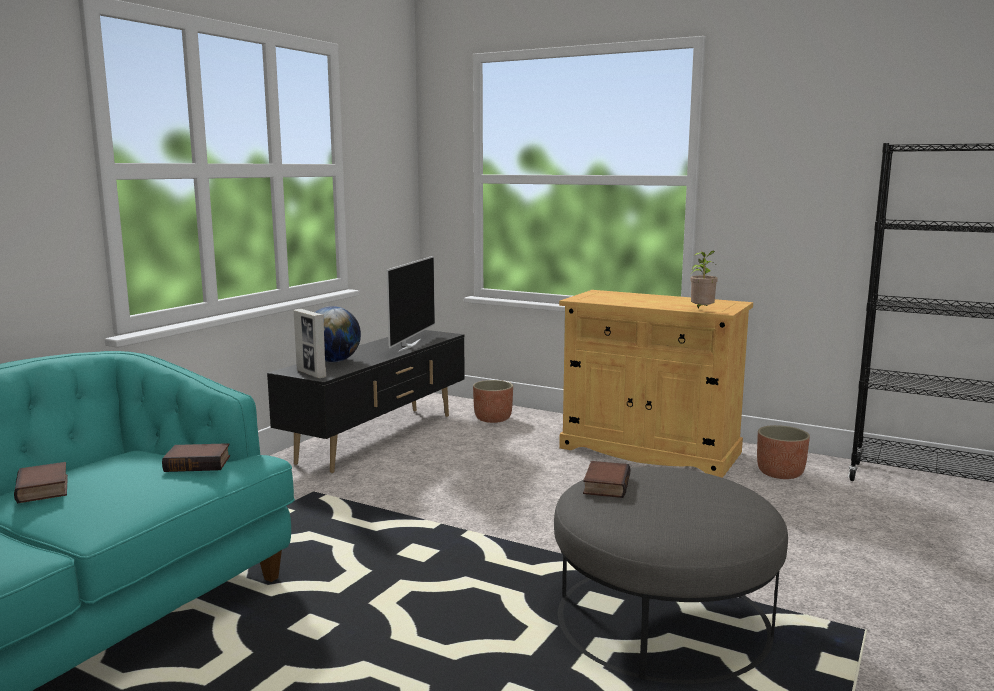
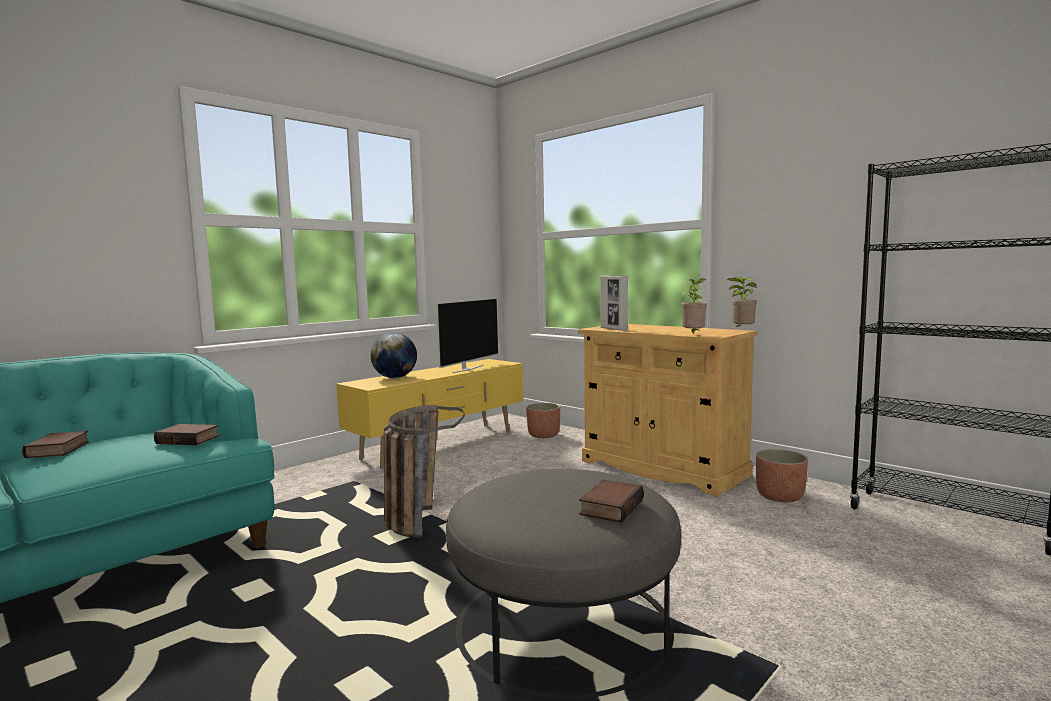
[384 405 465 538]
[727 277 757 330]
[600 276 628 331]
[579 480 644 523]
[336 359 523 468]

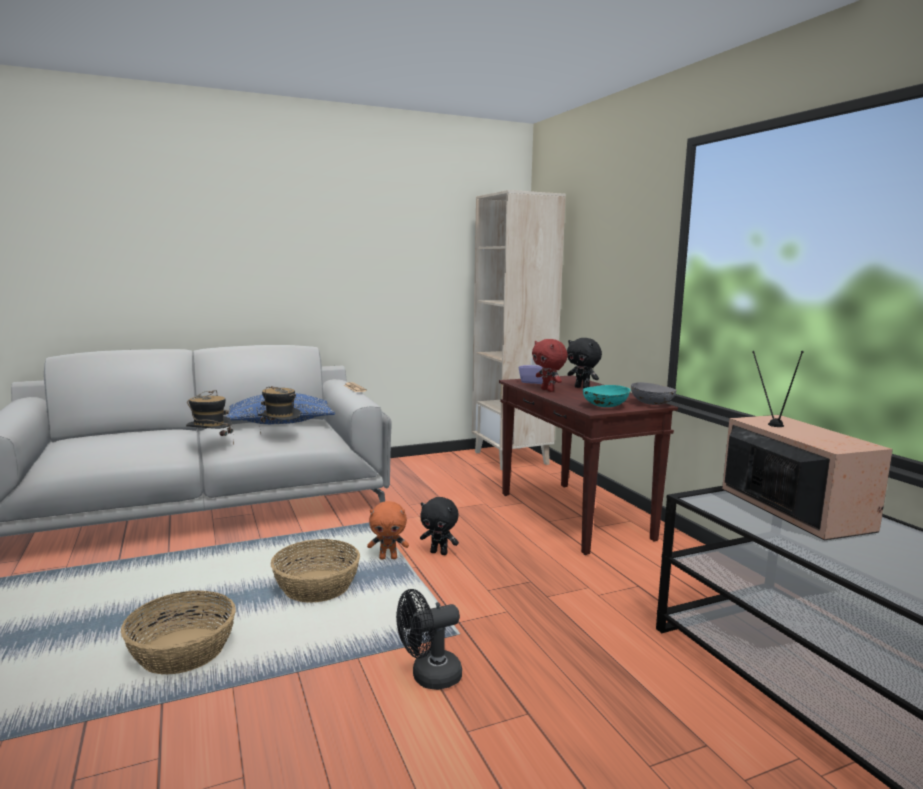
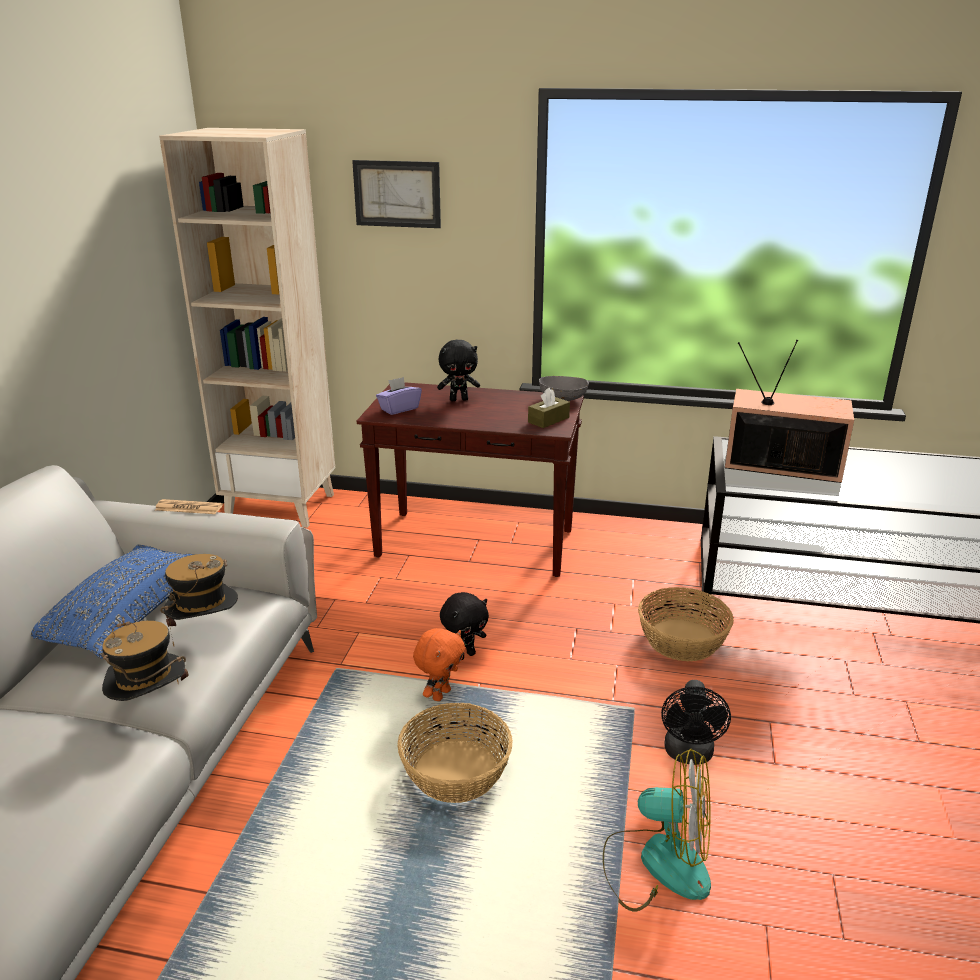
[532 339 568 392] (first image)
[352 160 441 228]
[603 748 711 911]
[638 587 734 661]
[528 388 570 428]

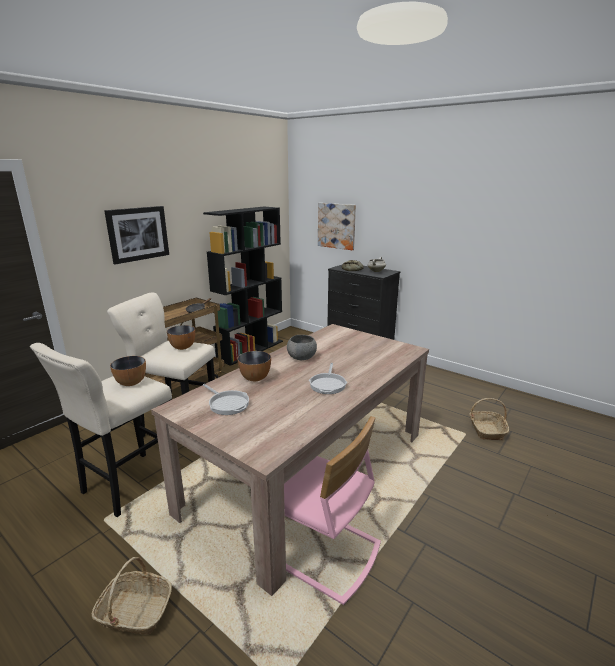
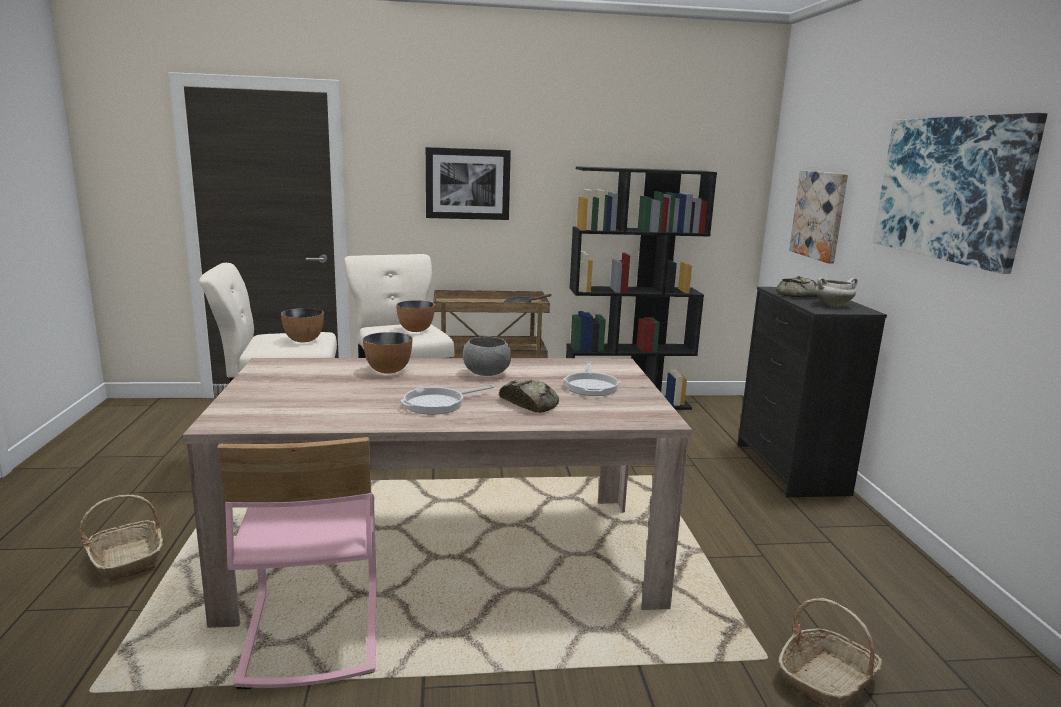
[499 379 559 413]
[872 113 1047 274]
[563 362 621 396]

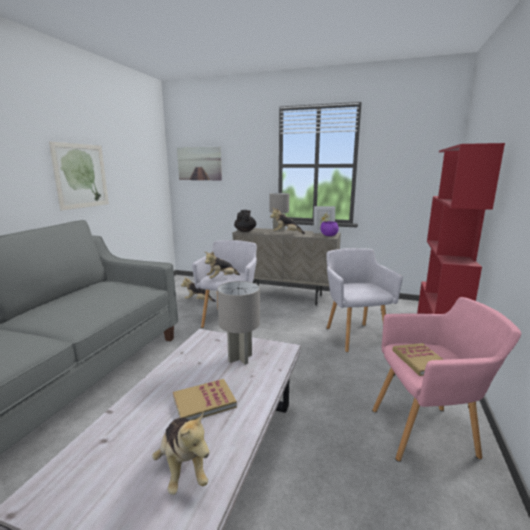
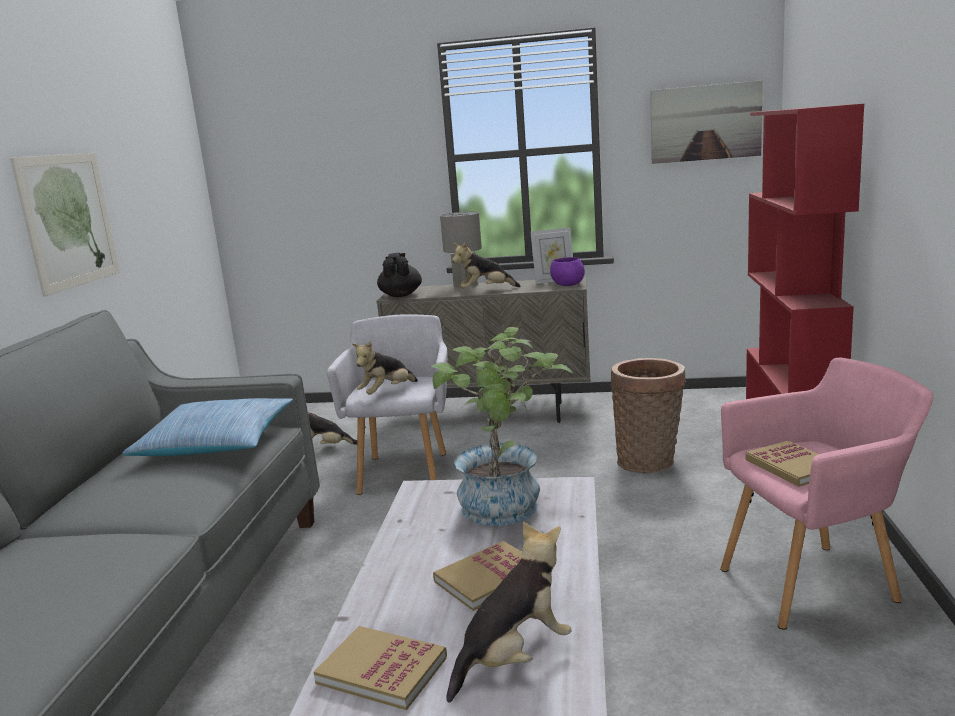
[122 398 293 456]
[314 626 447 710]
[650 80 763 164]
[429 327 573 526]
[611 358 686 473]
[446 521 572 703]

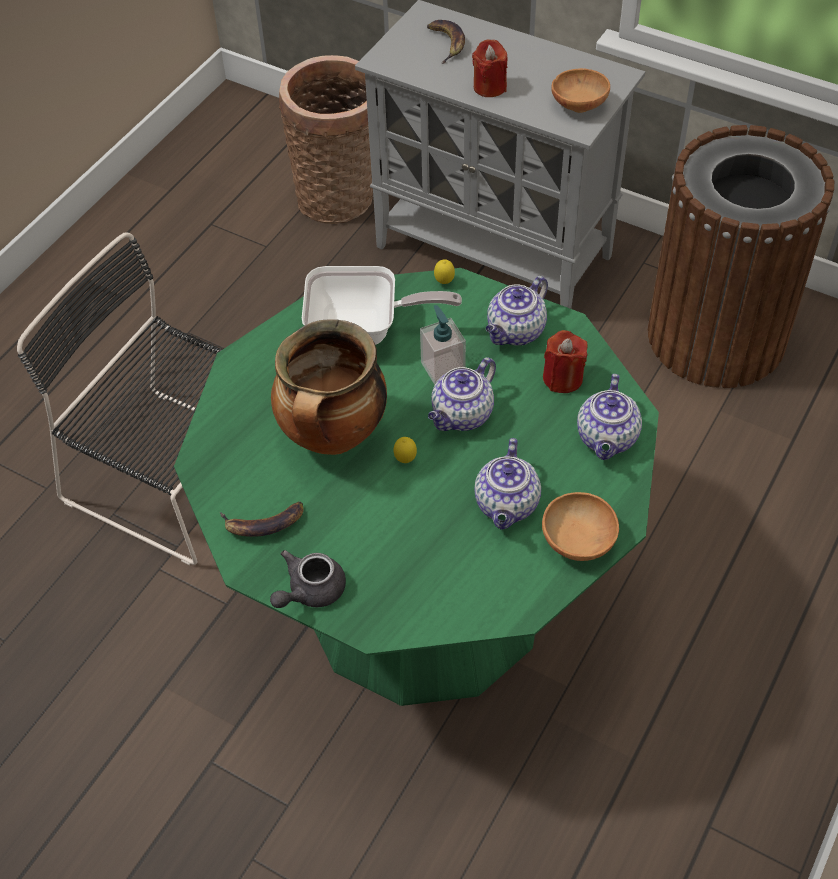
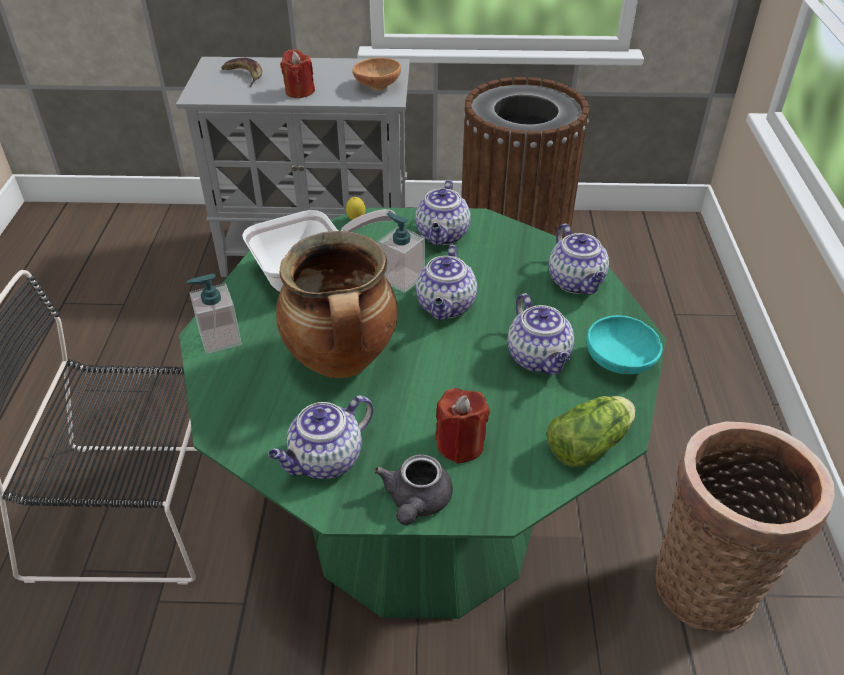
[393 437 417 463] (first image)
[186 273 242 354]
[547 396 635 467]
[656 422 835 632]
[435 388 490 464]
[268 396 373 479]
[586 315 663 374]

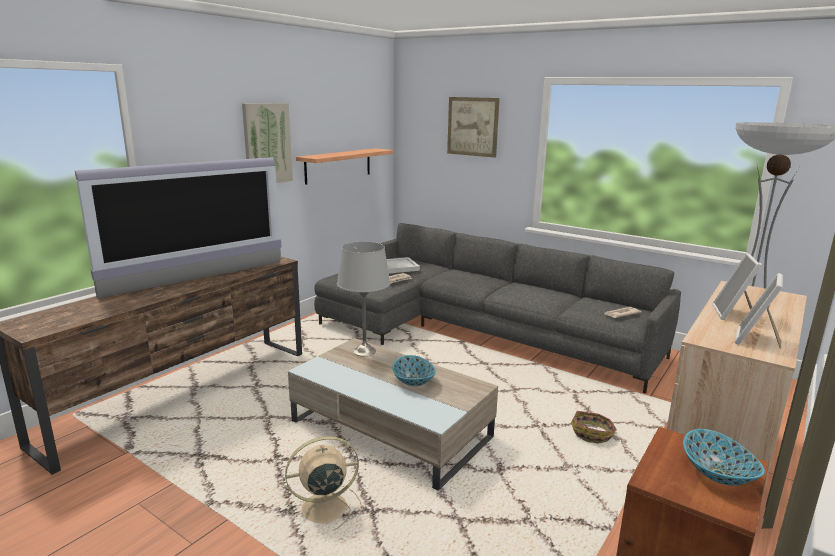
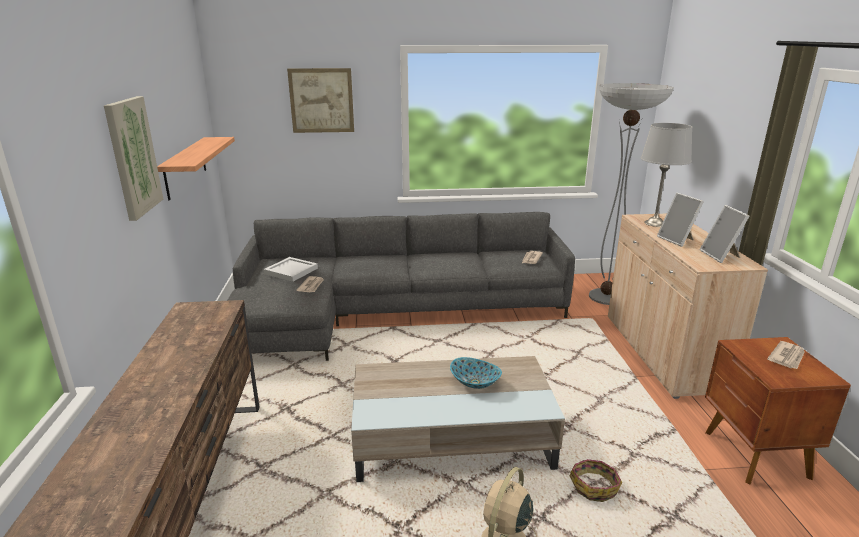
[75 157 281 299] (first image)
[641 123 692 227]
[570 459 622 502]
[767 341 805 369]

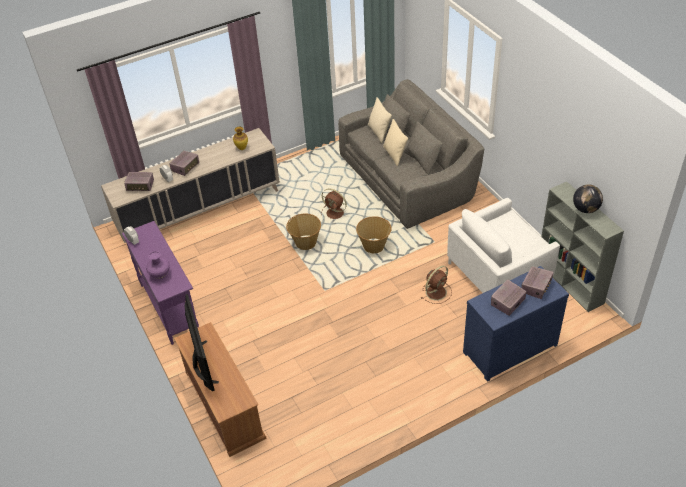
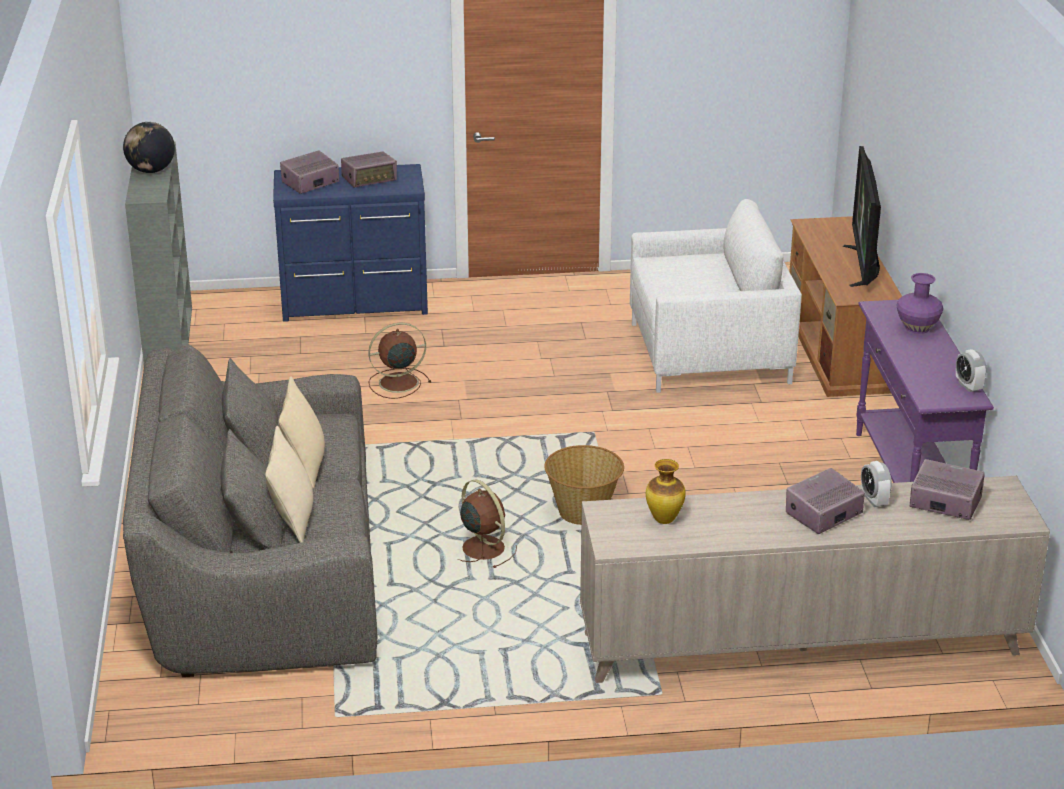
[356 216 392 253] (first image)
[630 199 802 393]

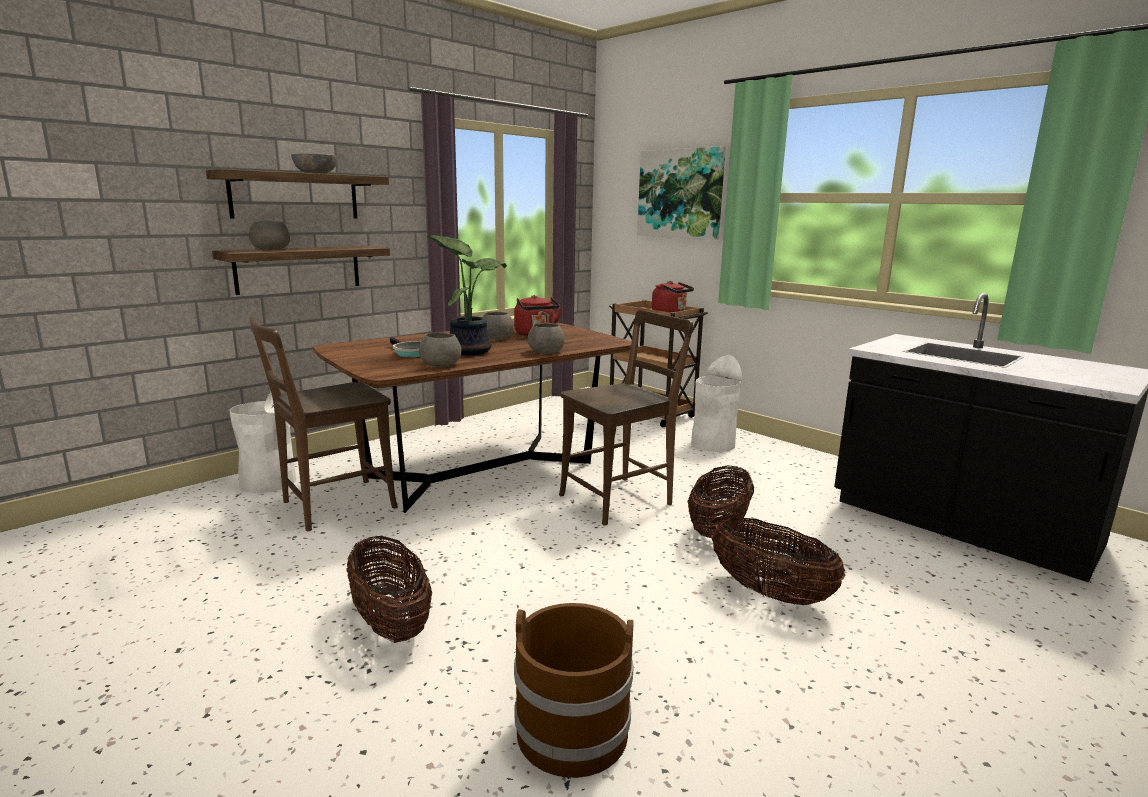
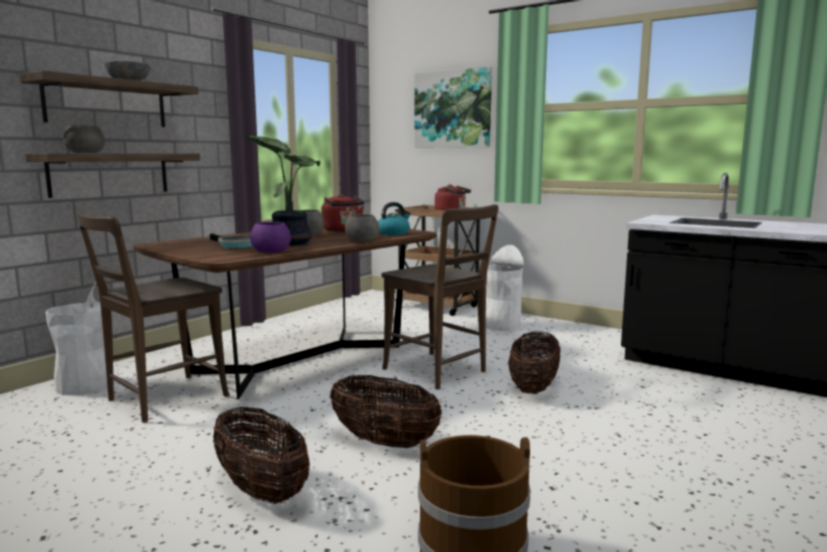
[378 202 411 235]
[330 375 442 448]
[250 222 291 253]
[382 204 498 390]

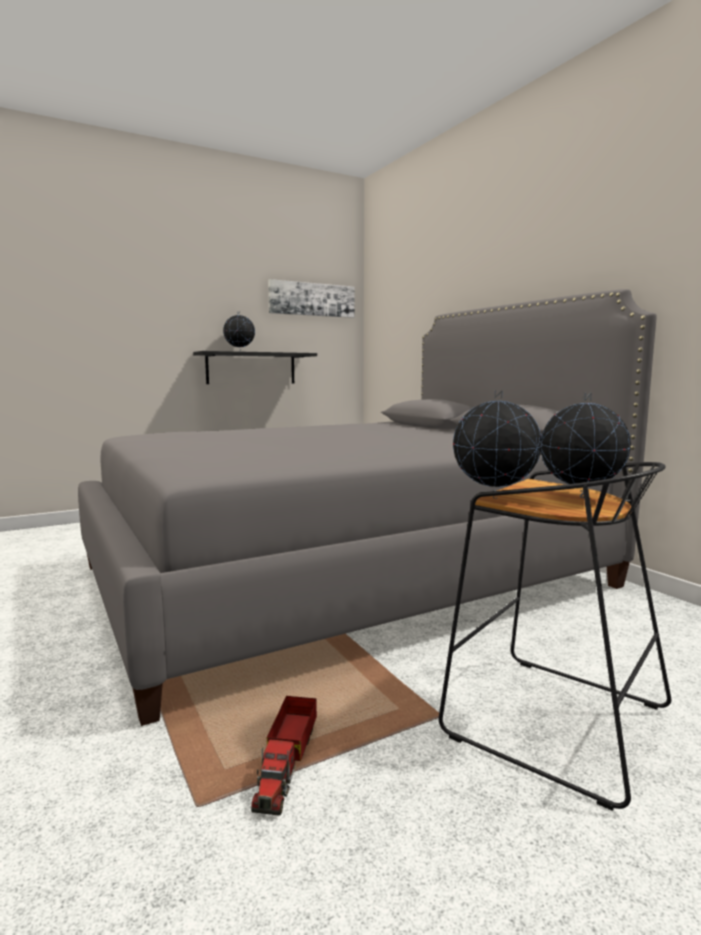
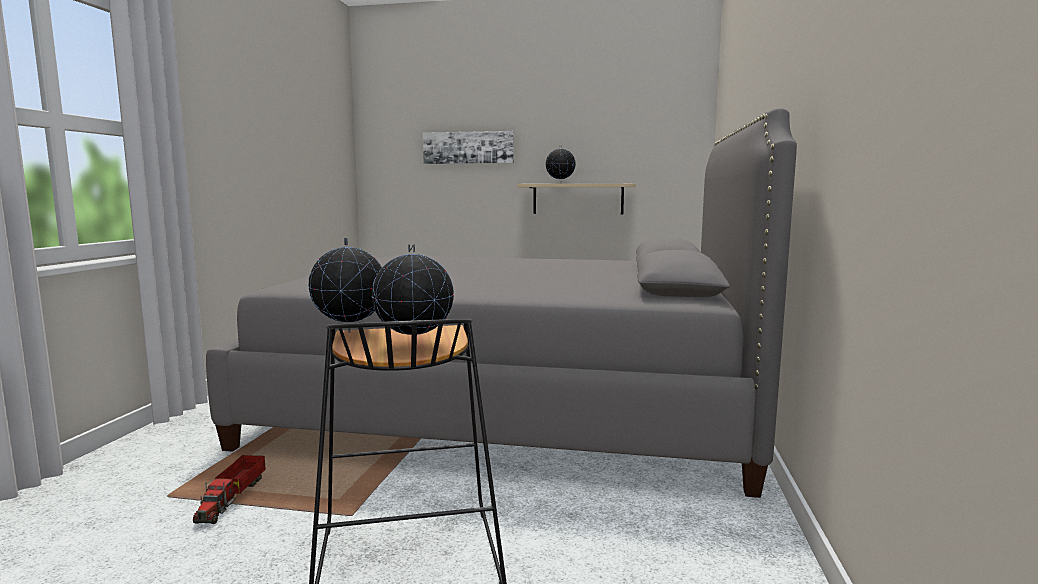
[423 131 514 164]
[517 184 636 214]
[193 455 266 524]

